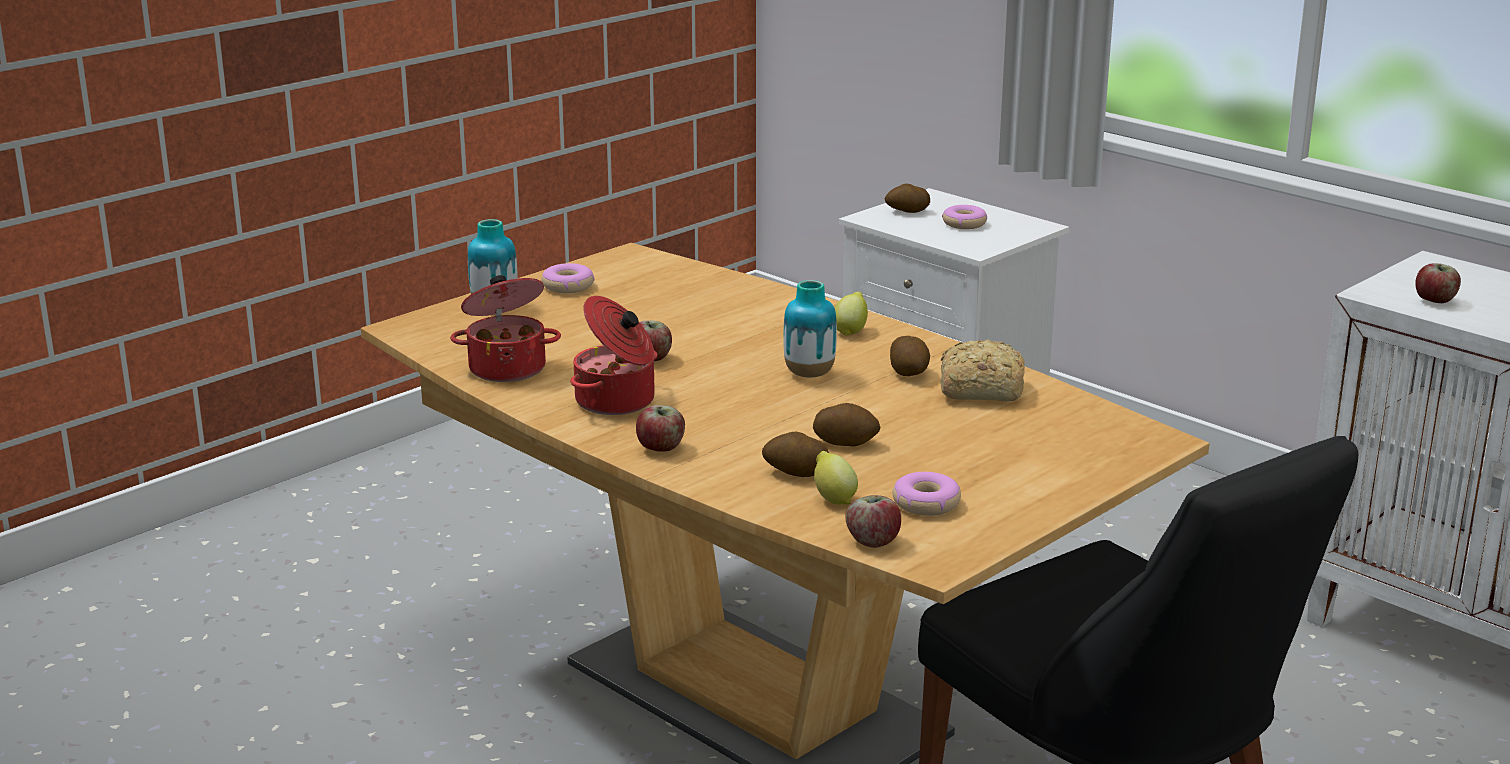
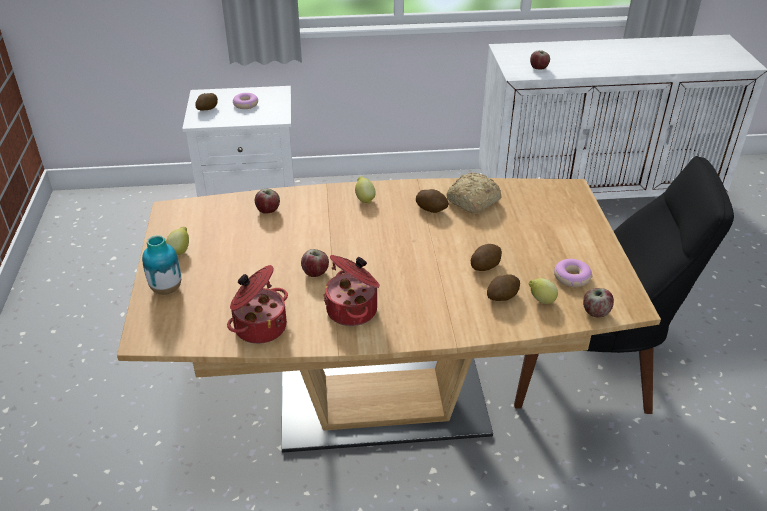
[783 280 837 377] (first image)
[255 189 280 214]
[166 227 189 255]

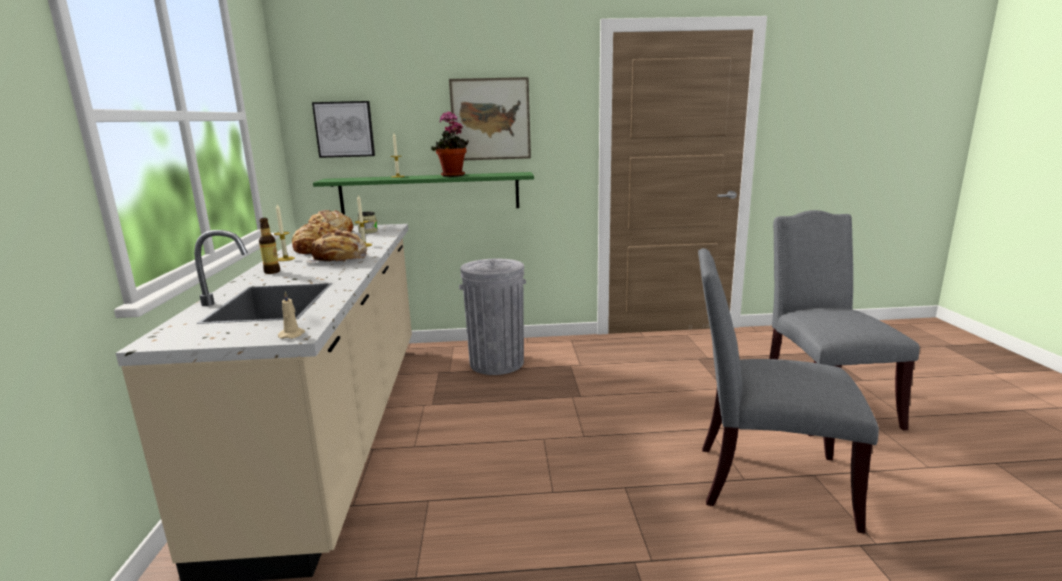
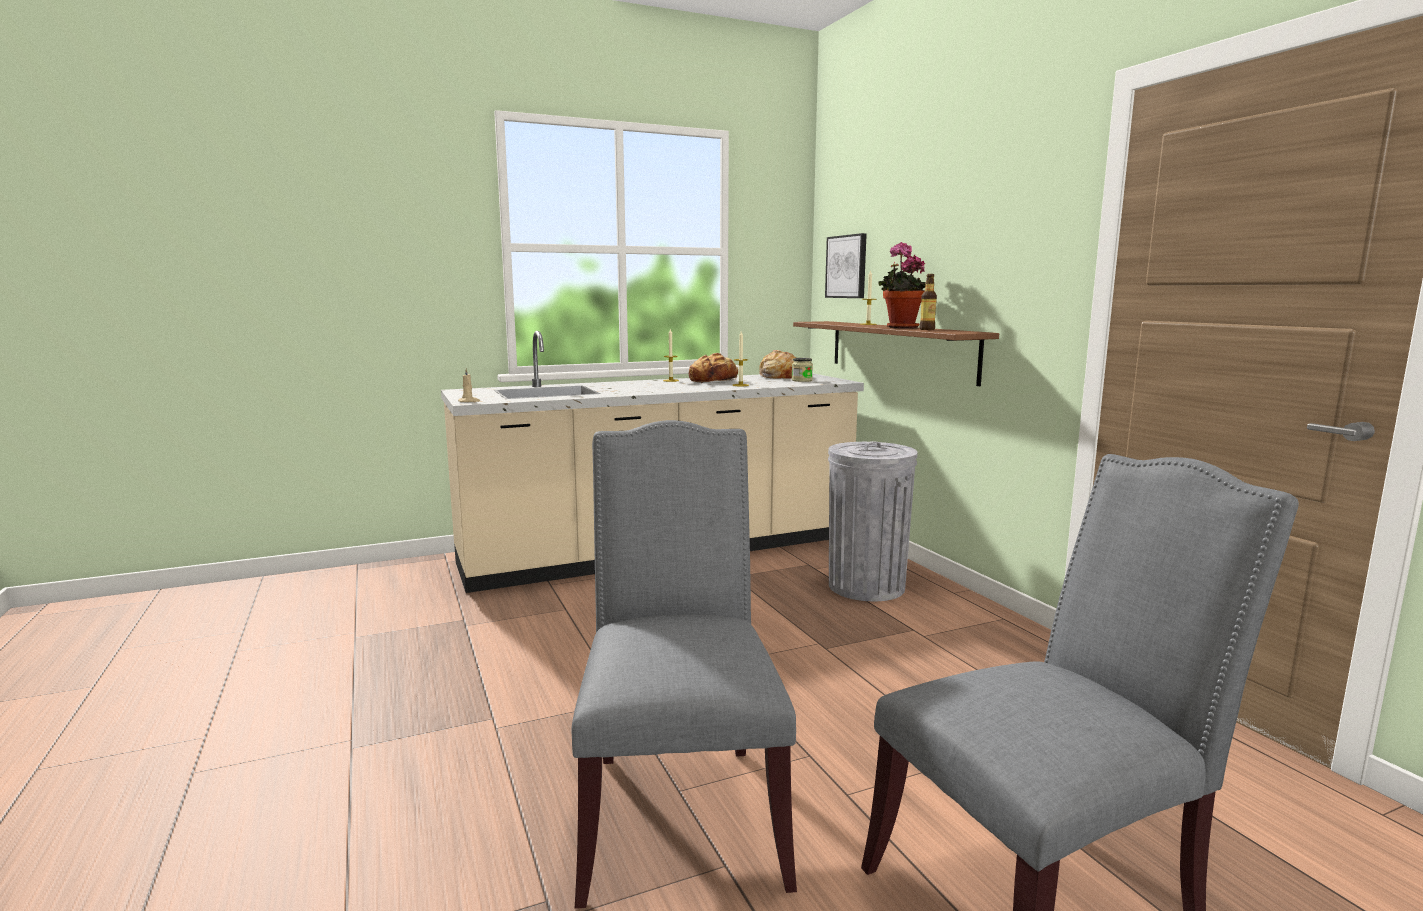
[309 230 367 262] (first image)
[449 77 531 160] (first image)
[919 274 937 330]
[793 321 999 386]

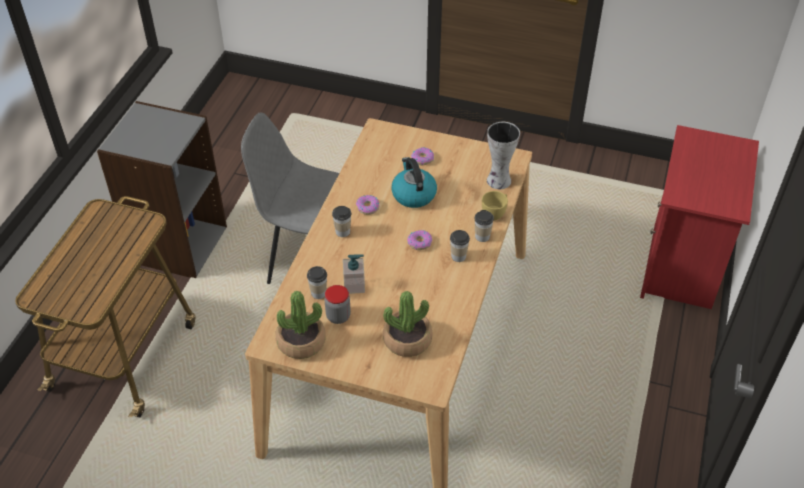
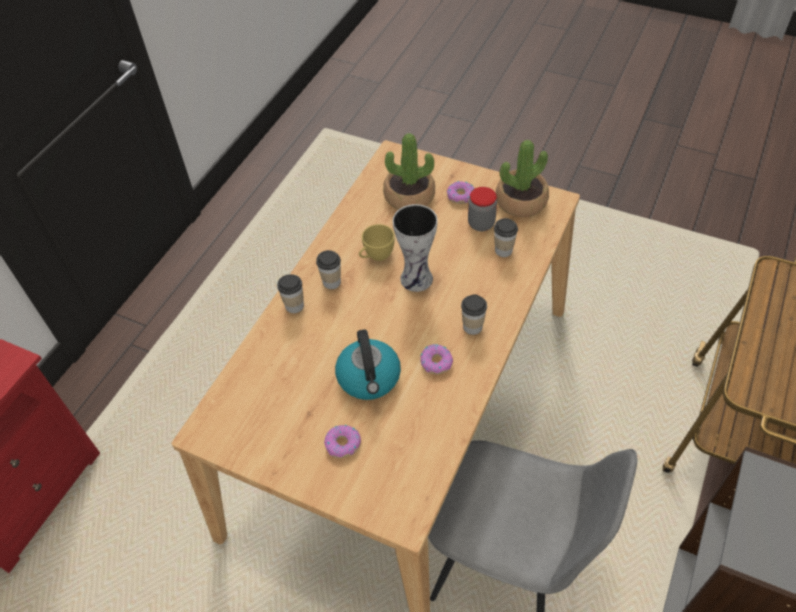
[343 254 365 294] (first image)
[447 181 475 204]
[359 224 395 261]
[393 204 438 292]

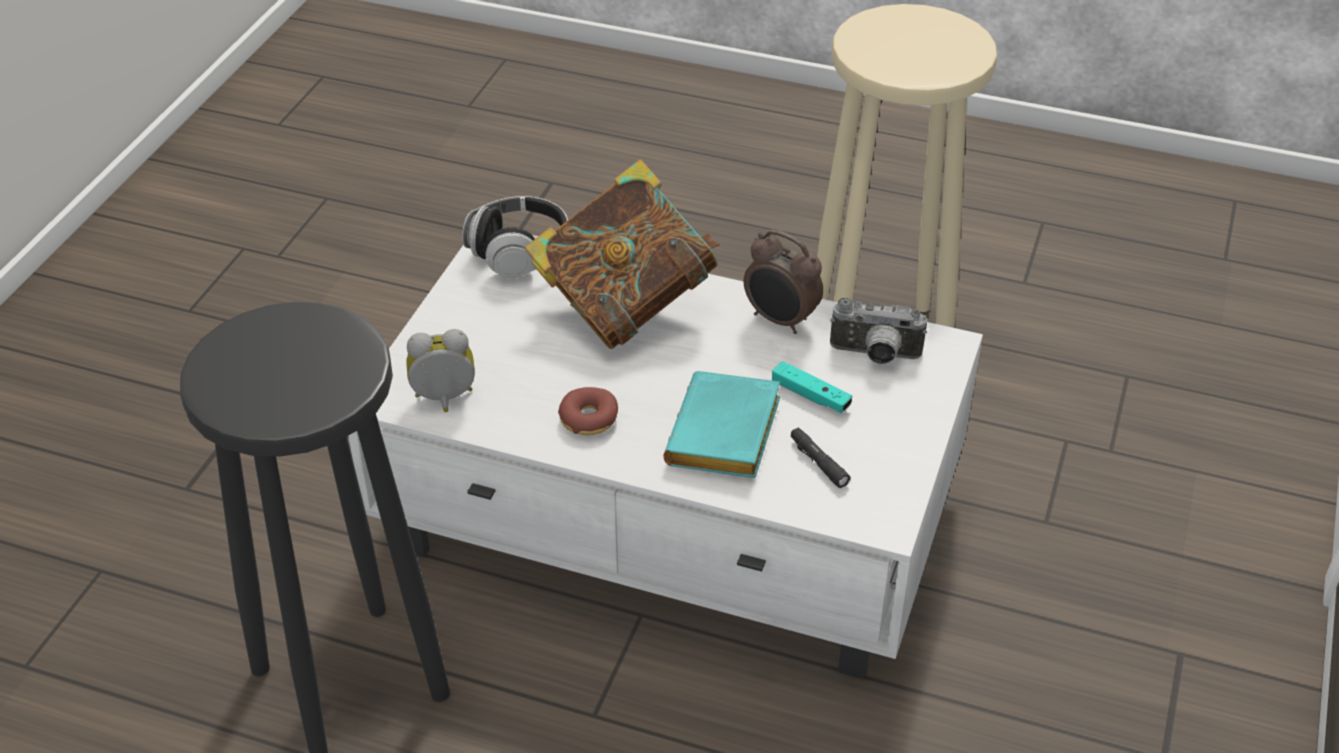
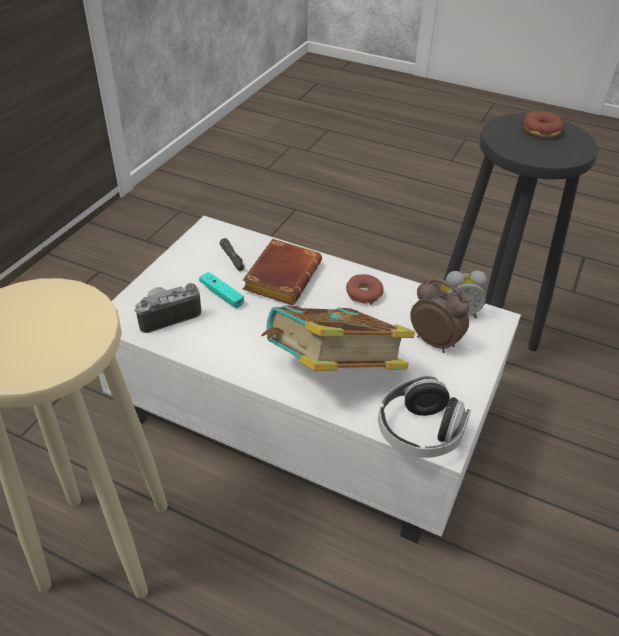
[523 111 564 138]
[410 278 469 353]
[243 239 322 305]
[134 283 201 333]

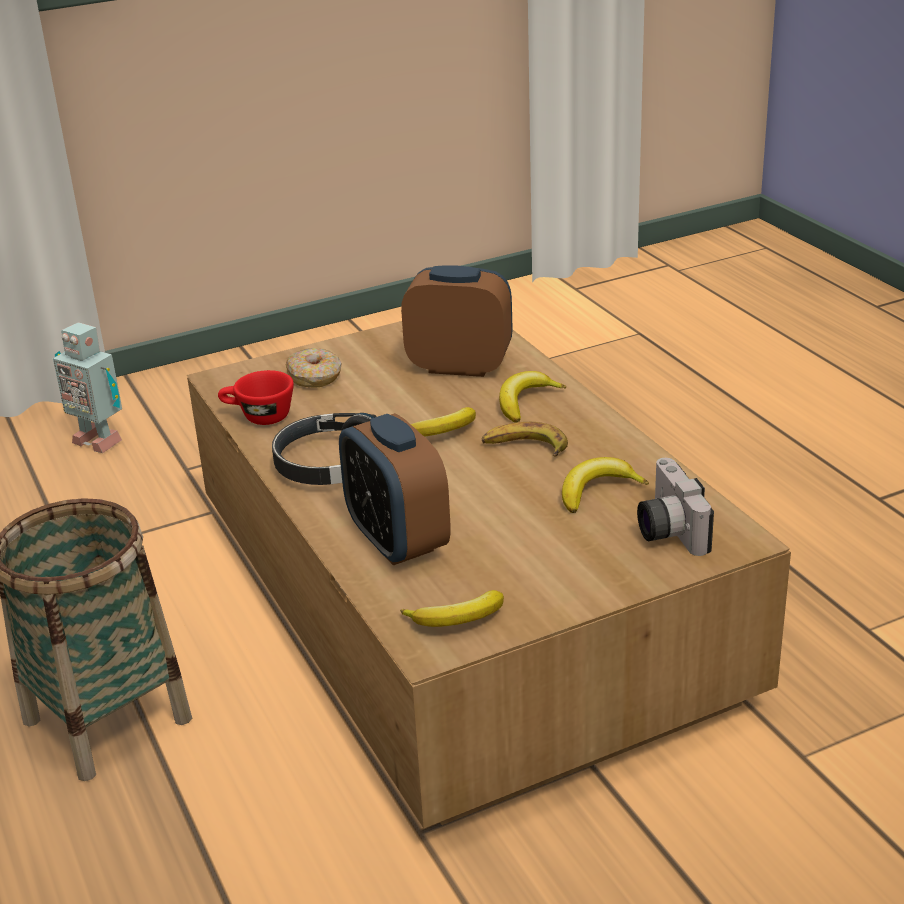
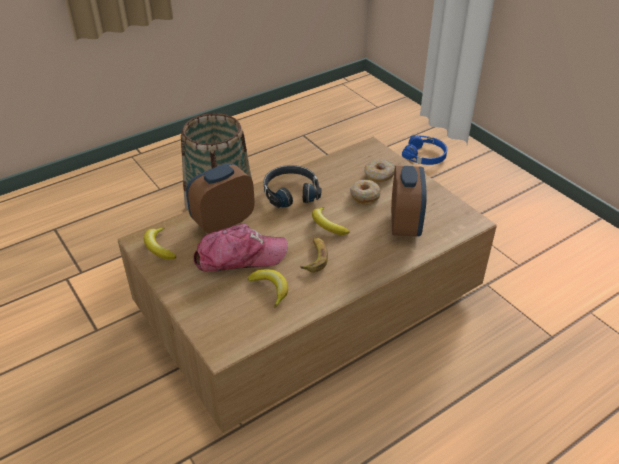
[218 370 294 425] (first image)
[499 371 566 422] (first image)
[637 458 714 556] (first image)
[193 224 288 272]
[350 180 381 205]
[402 135 447 165]

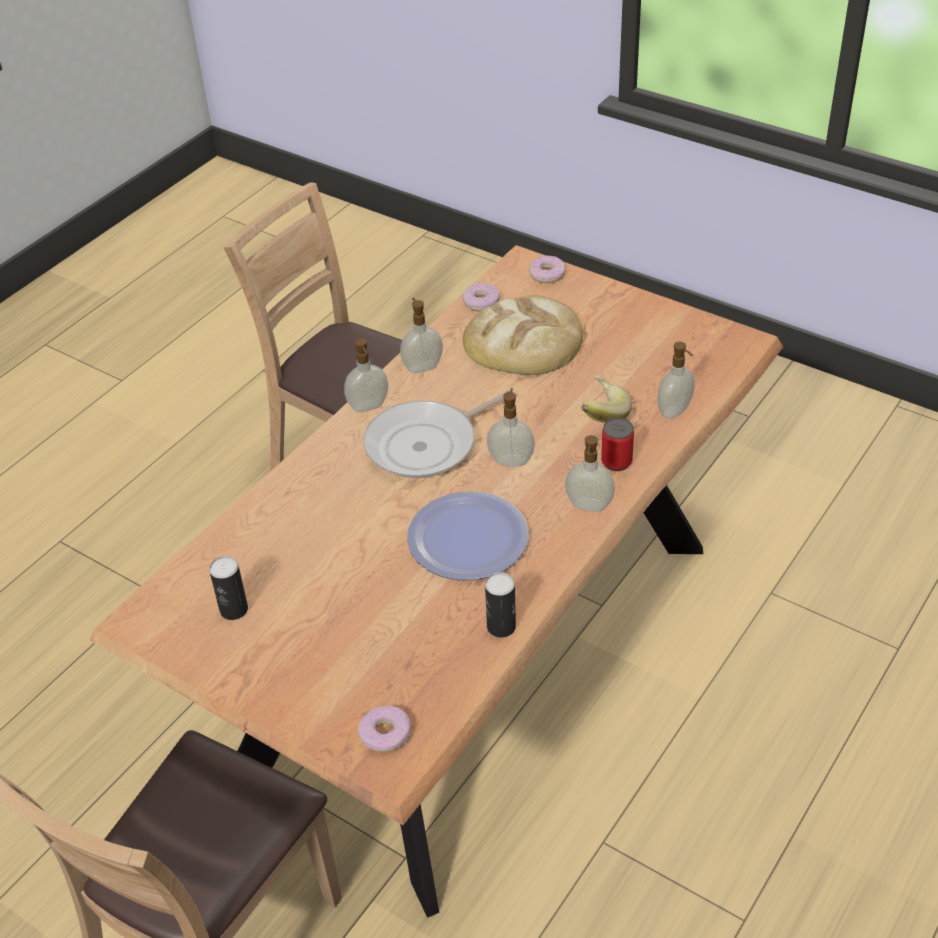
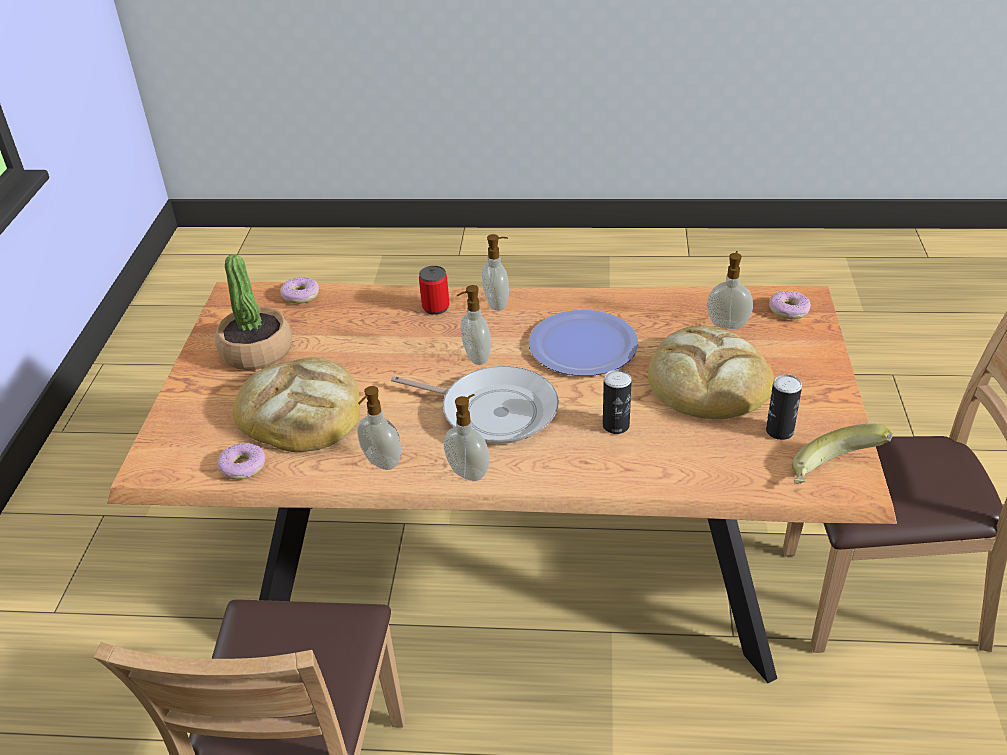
[215 254 292 370]
[648 325 774 419]
[603 370 632 434]
[280 277 319 304]
[792 424 892 484]
[707 251 753 329]

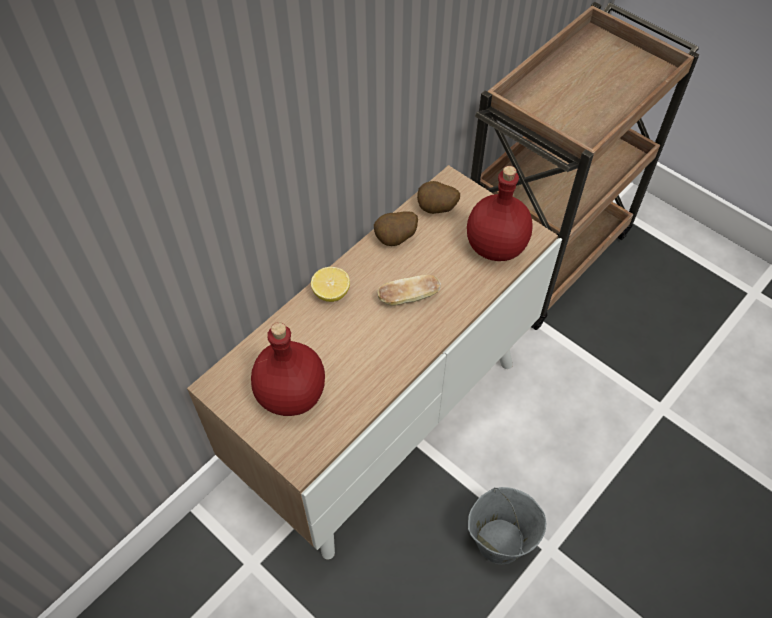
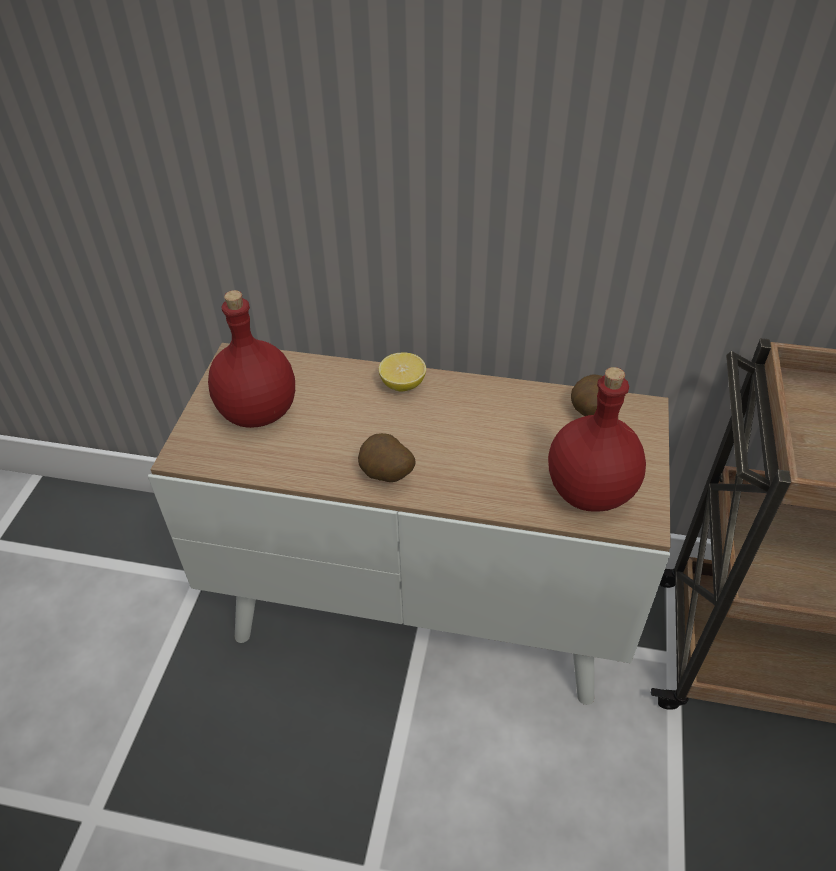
[377 275 441 306] (first image)
[468 487 546 564] (first image)
[358 433 416 482]

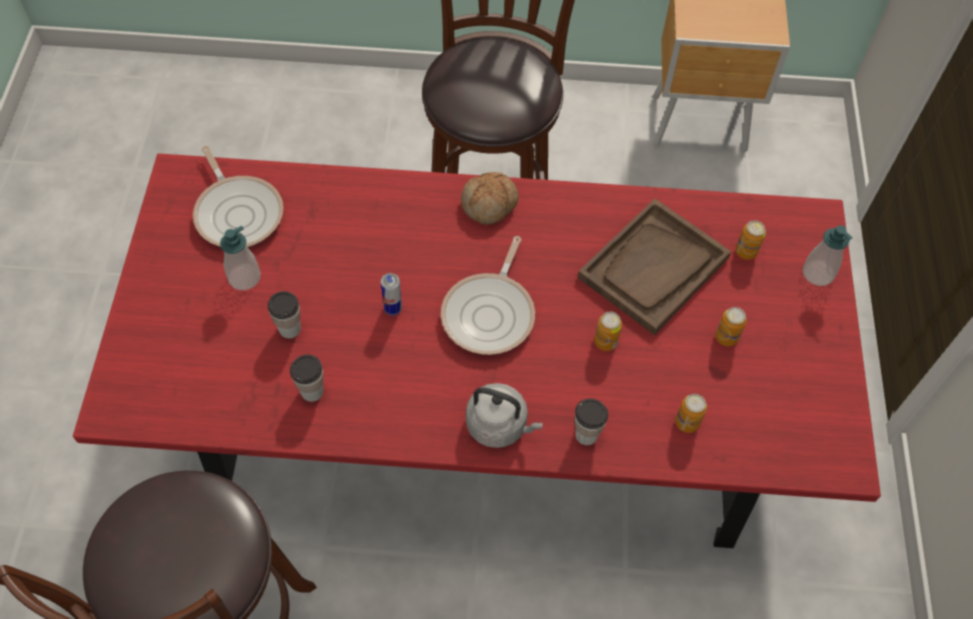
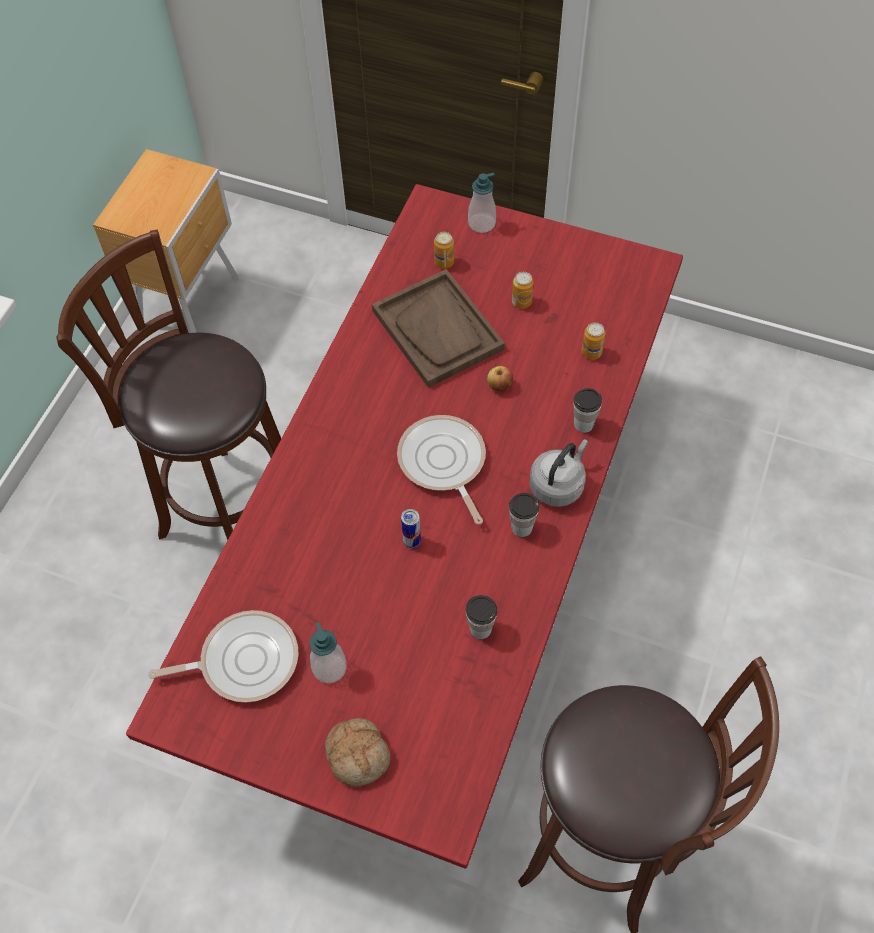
[509 493 540 537]
[325 718 390 787]
[487 366 513 391]
[397 415 486 524]

